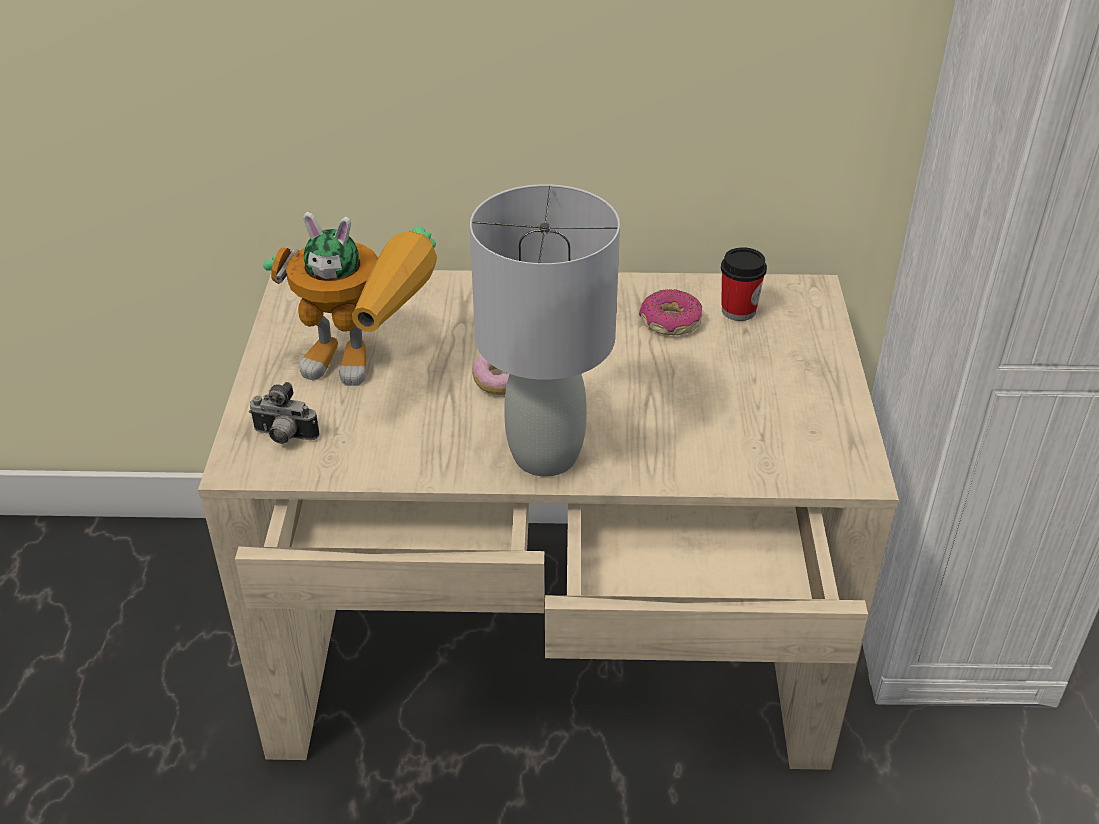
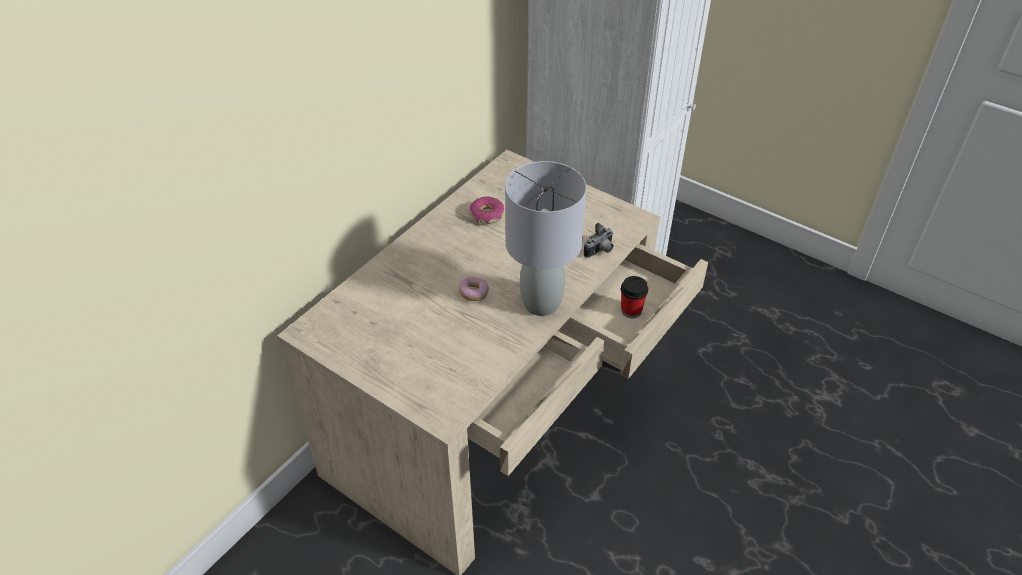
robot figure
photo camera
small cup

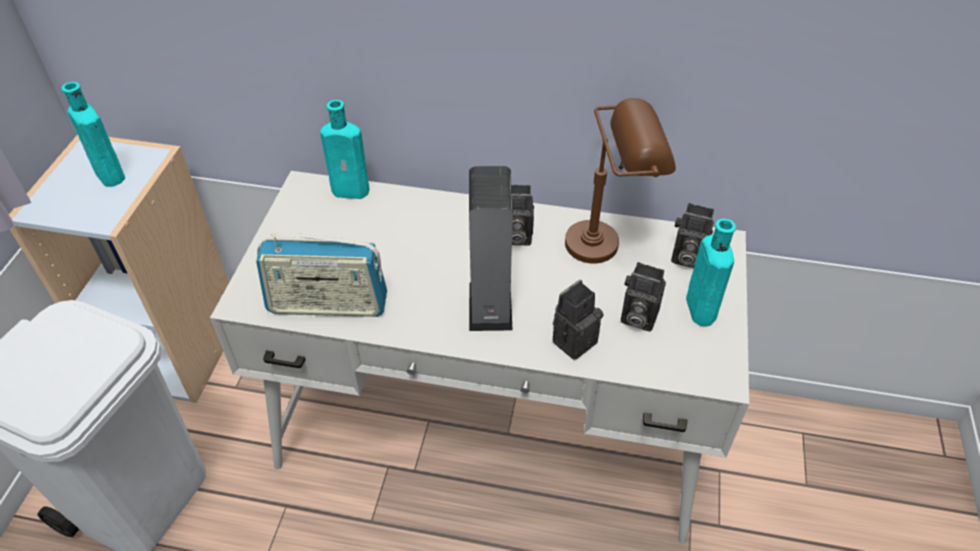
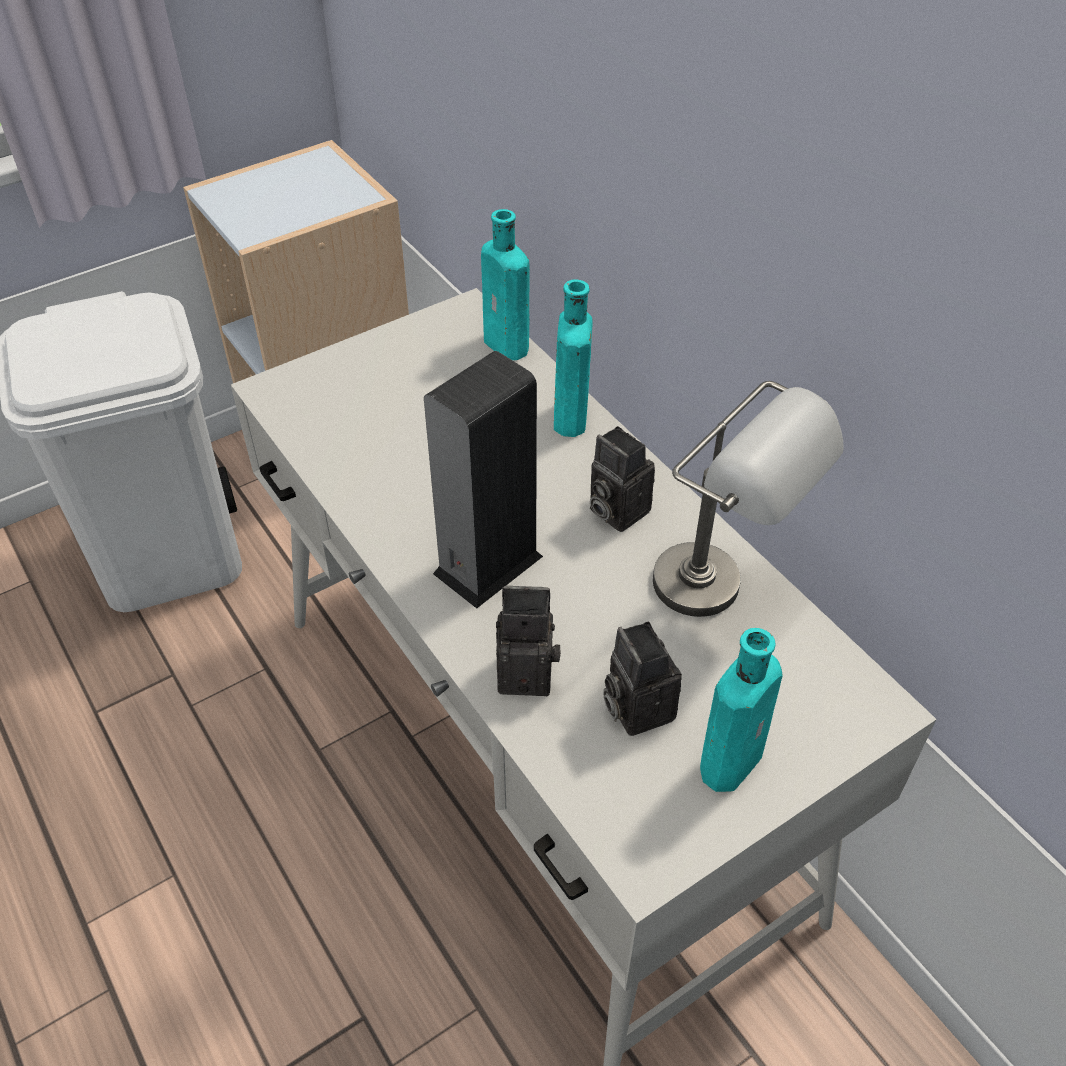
radio receiver
photo camera (4th from left in the first image)
turquoise-coloured drink bottle (2nd from left)
grey lamp for a table

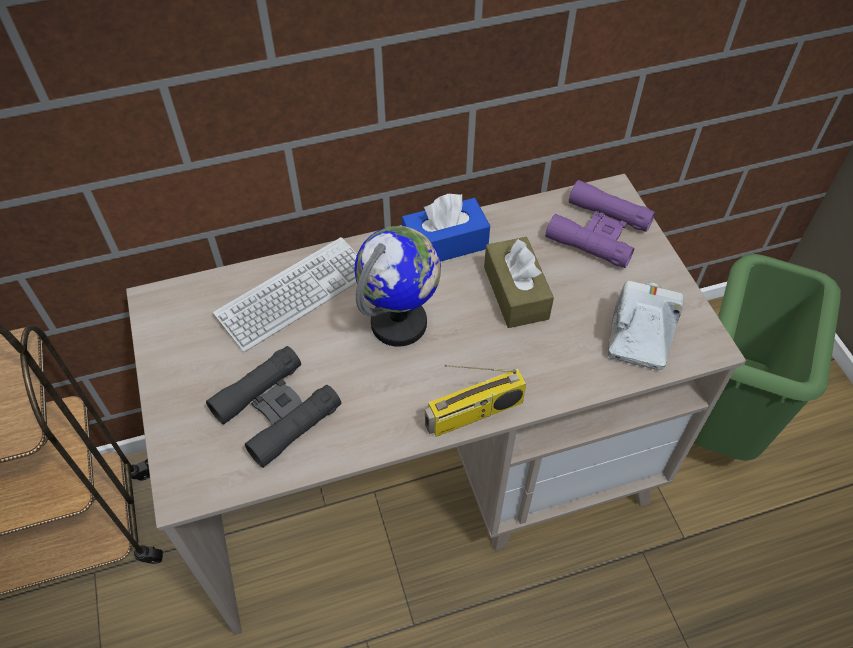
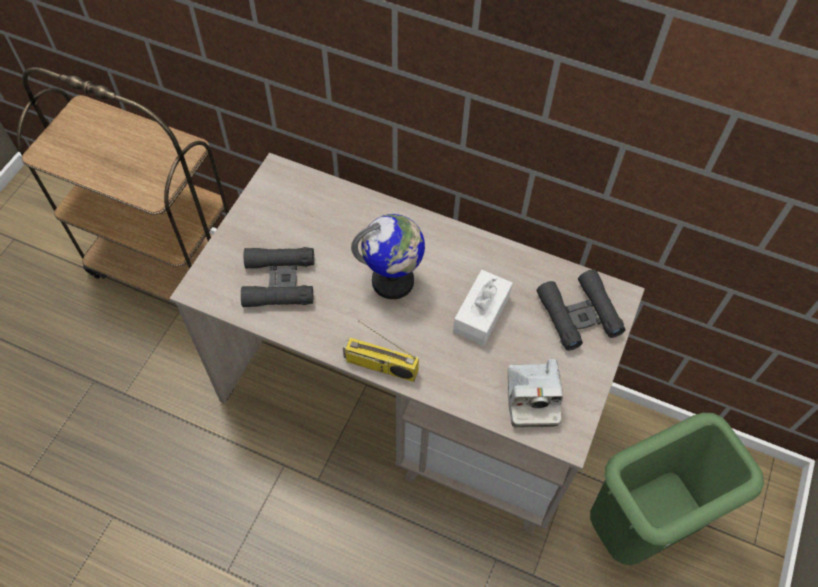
keyboard
blue-coloured box of tissues
white-coloured box of tissues
black pair of binoculars (2nd from left)
photo camera

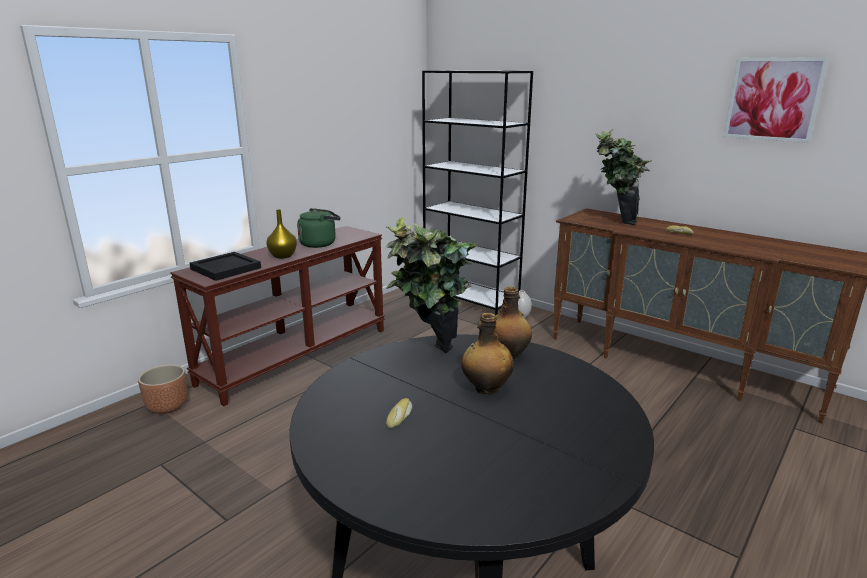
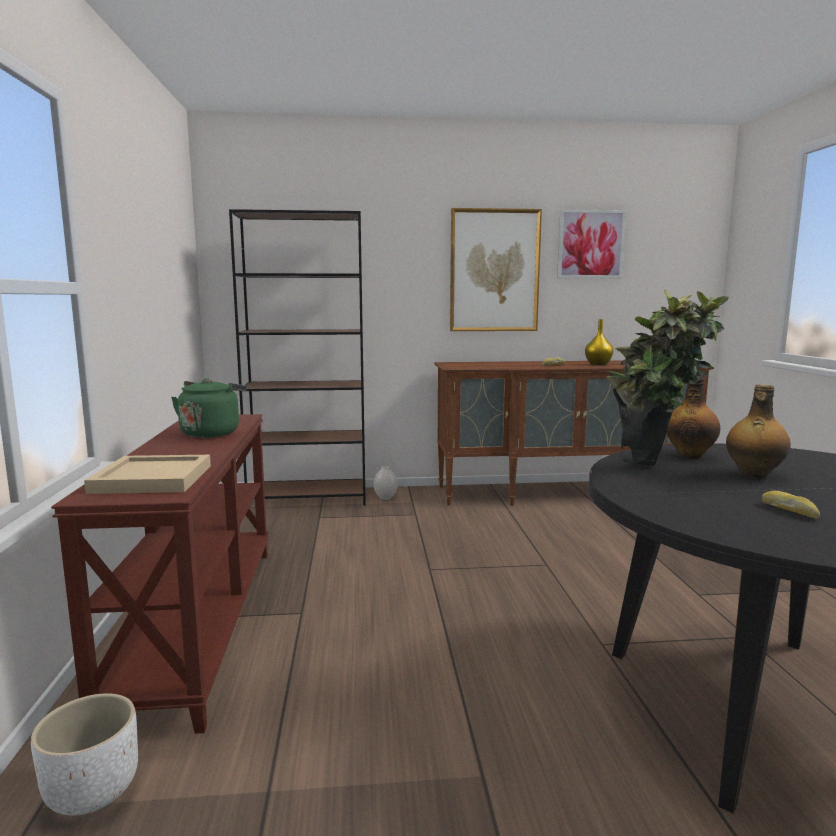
houseplant (2nd from left in the first image)
wall art (1st from left)
yellow-coloured decorative vase
white-coloured plant pot
sand-coloured carrying tray
brown-coloured shelving unit

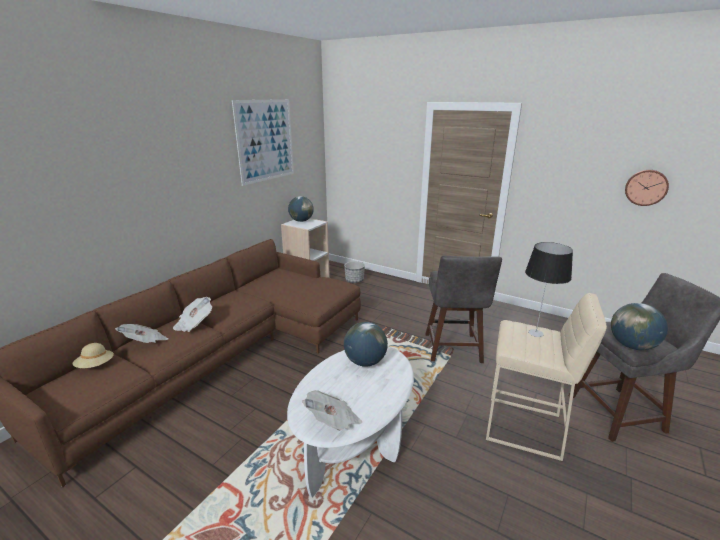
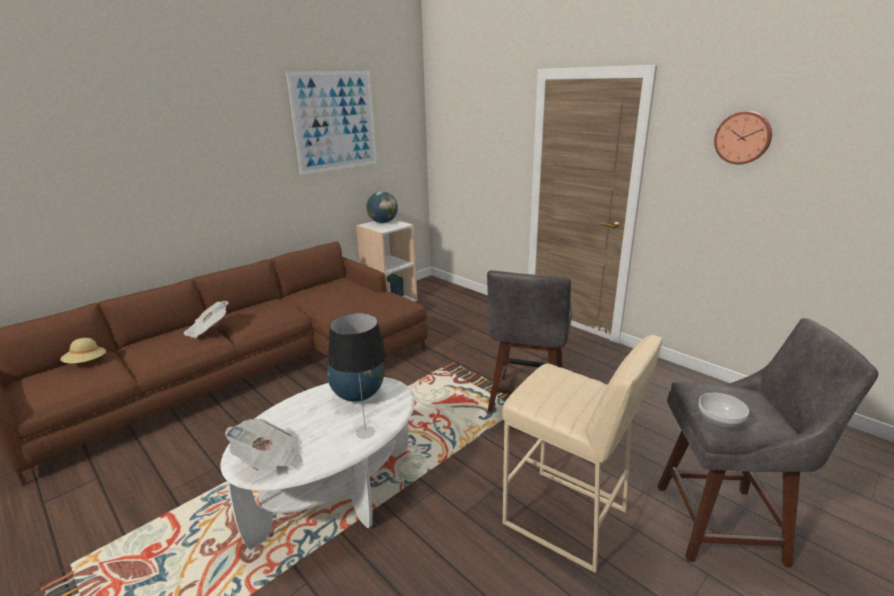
daily paper (1st from left in the first image)
plant pot
lamp for a table
clock on the wall
bowl

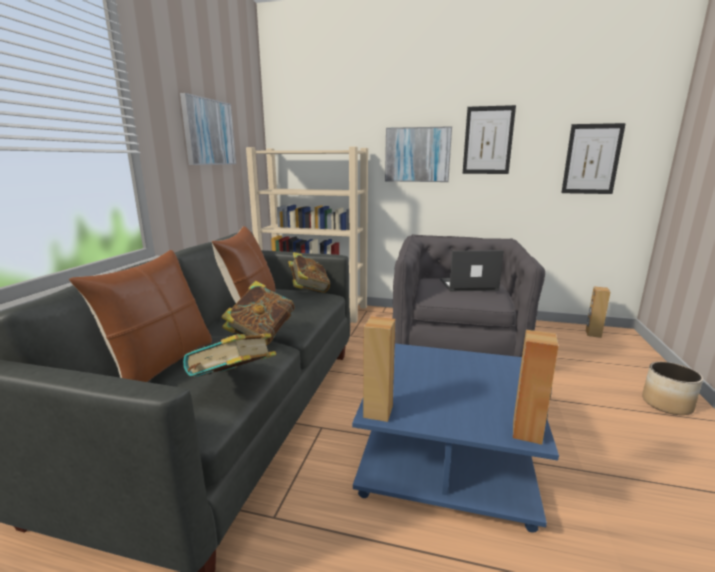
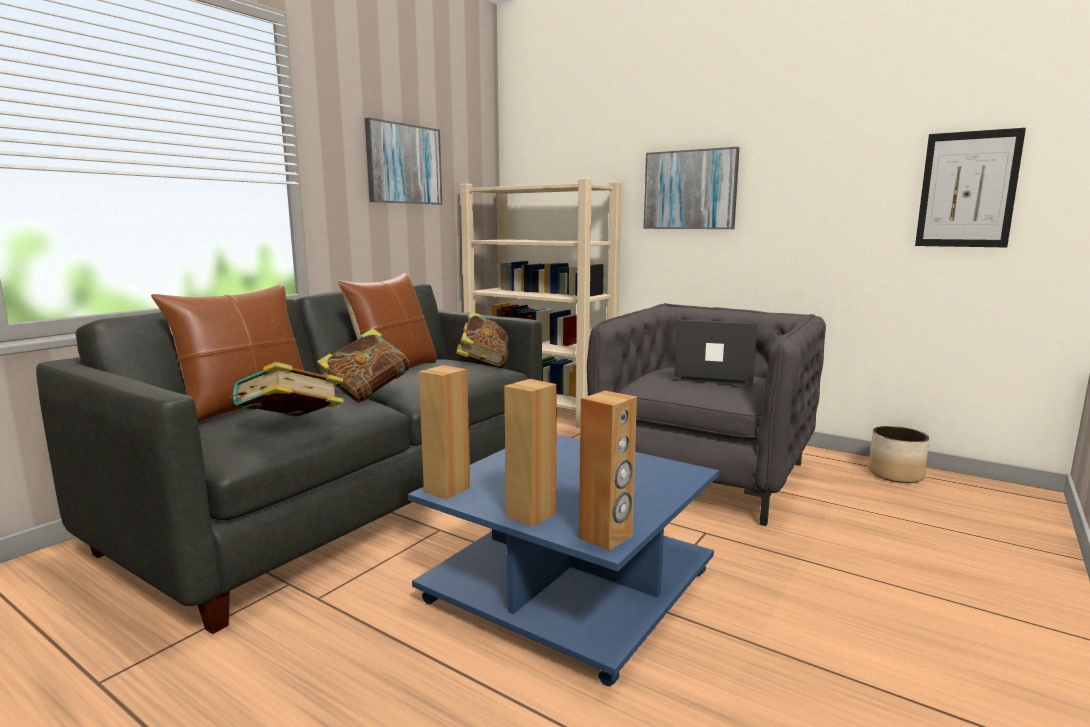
wall art (3rd from left in the first image)
brown-coloured loudspeaker (2nd from left)
plant pot

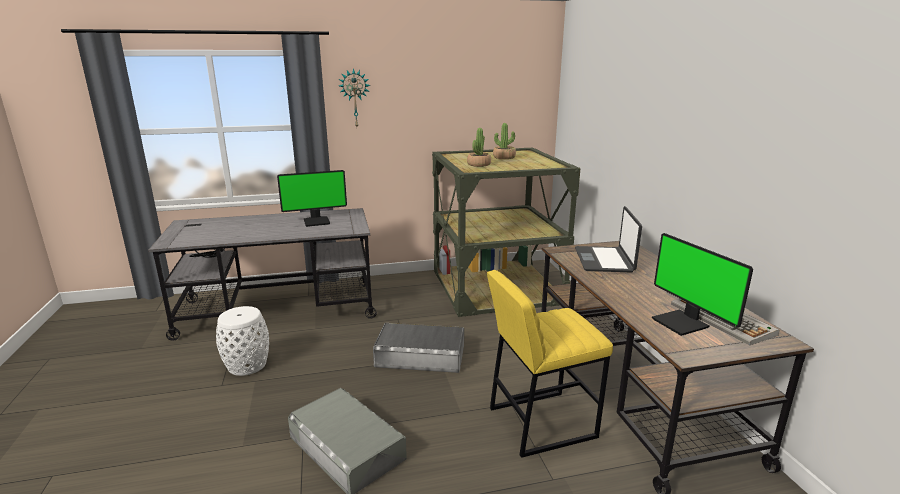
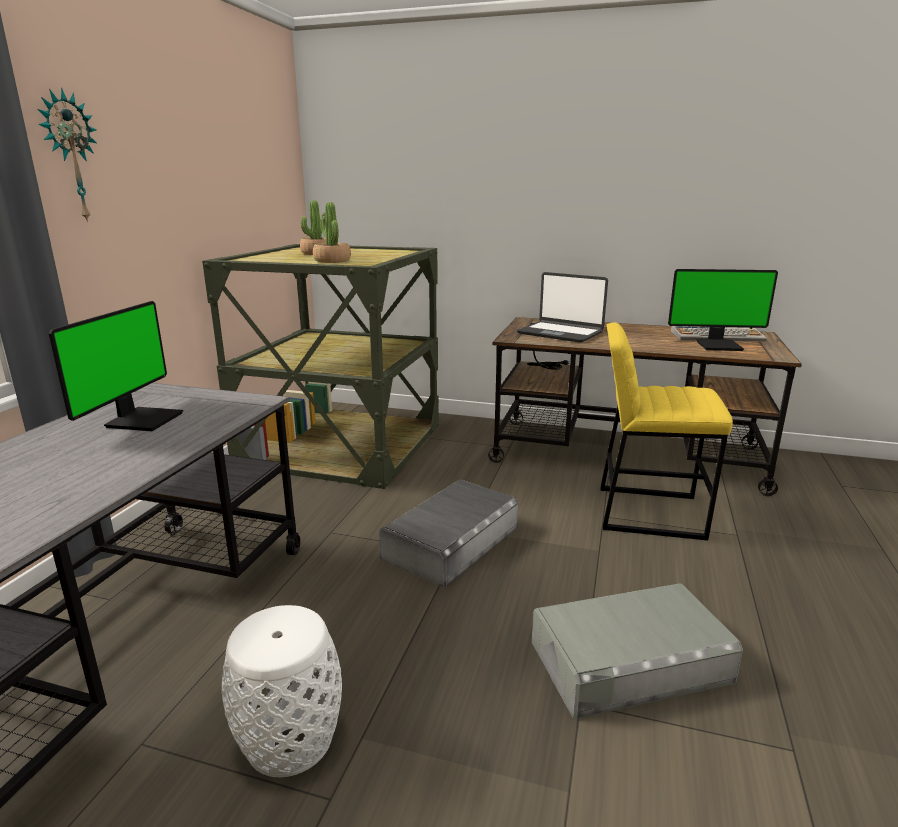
yellow-coloured plain chair

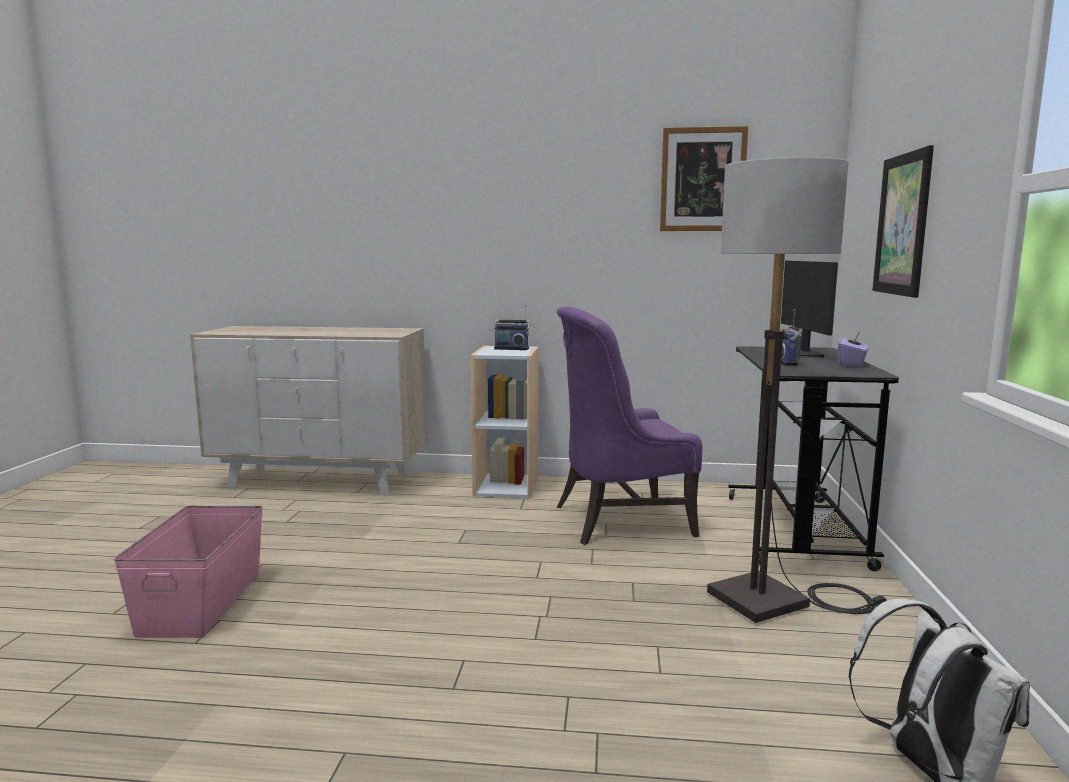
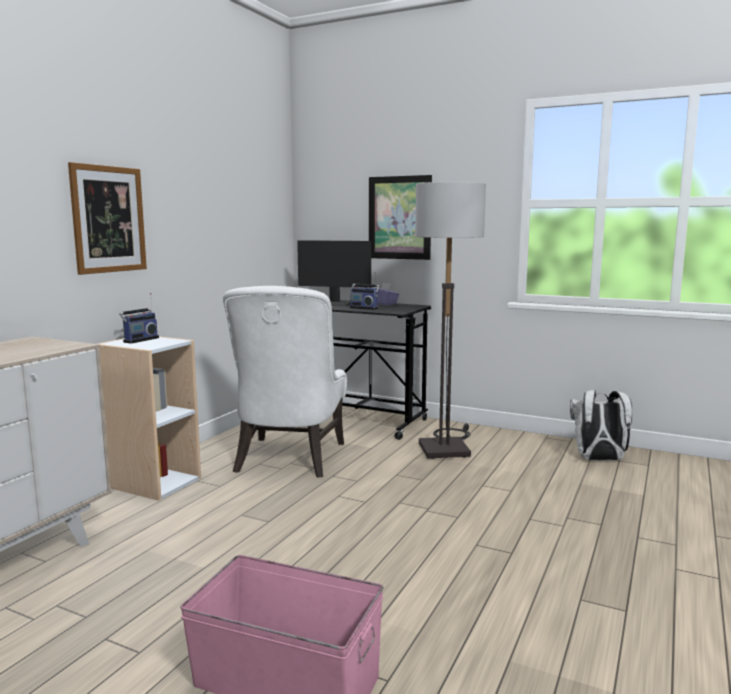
wall art (1st from left)
white-coloured plain chair

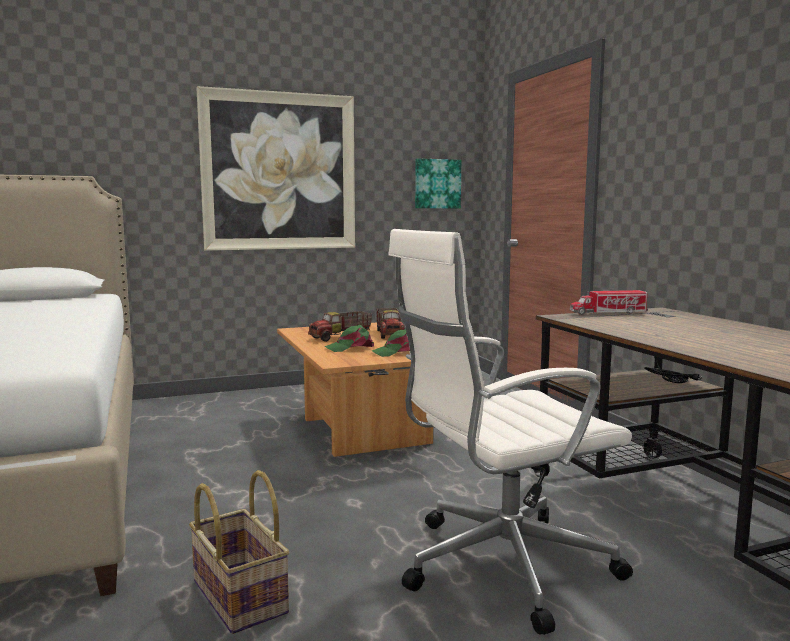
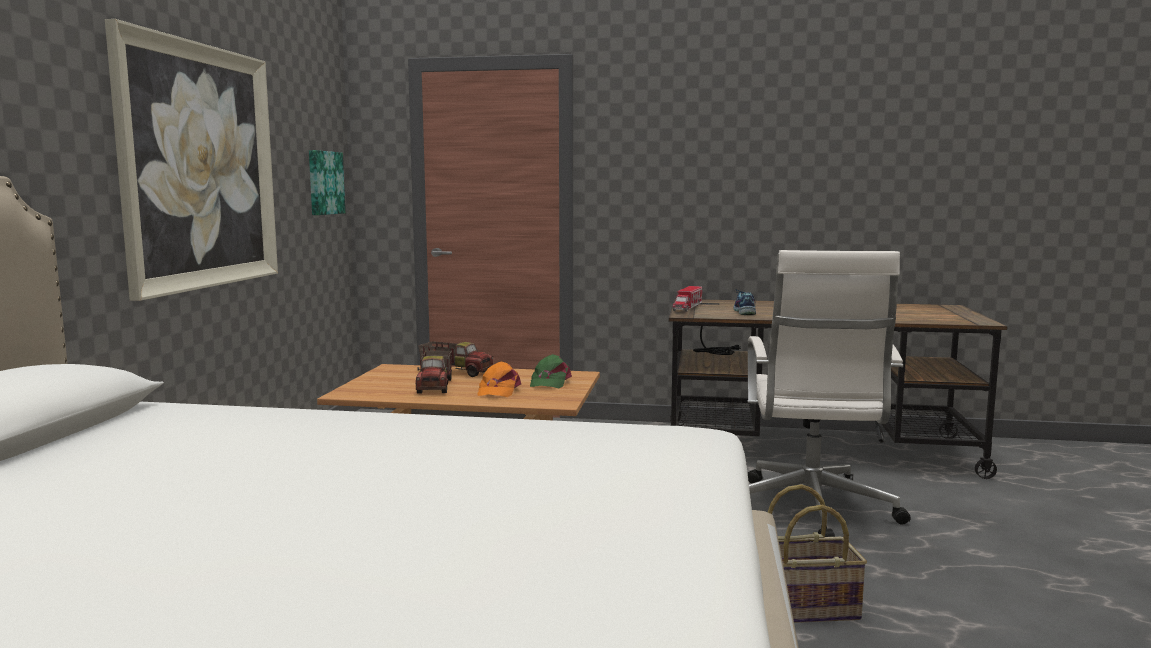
item of footwear
orange peaked cap

